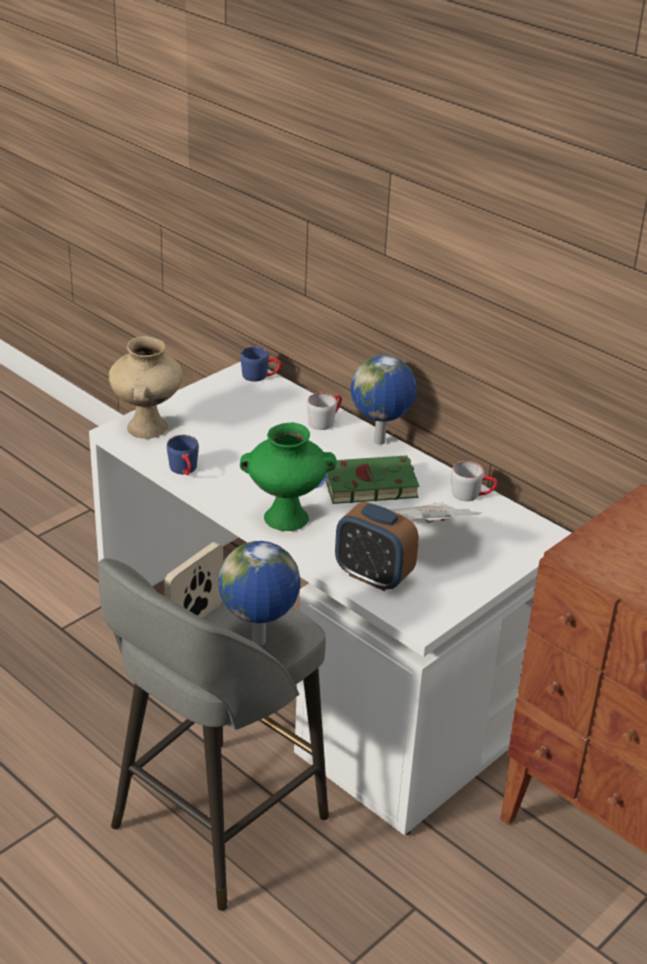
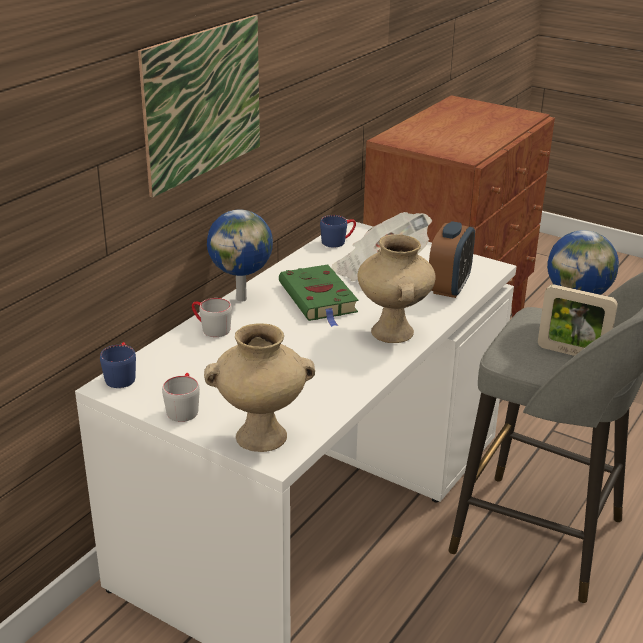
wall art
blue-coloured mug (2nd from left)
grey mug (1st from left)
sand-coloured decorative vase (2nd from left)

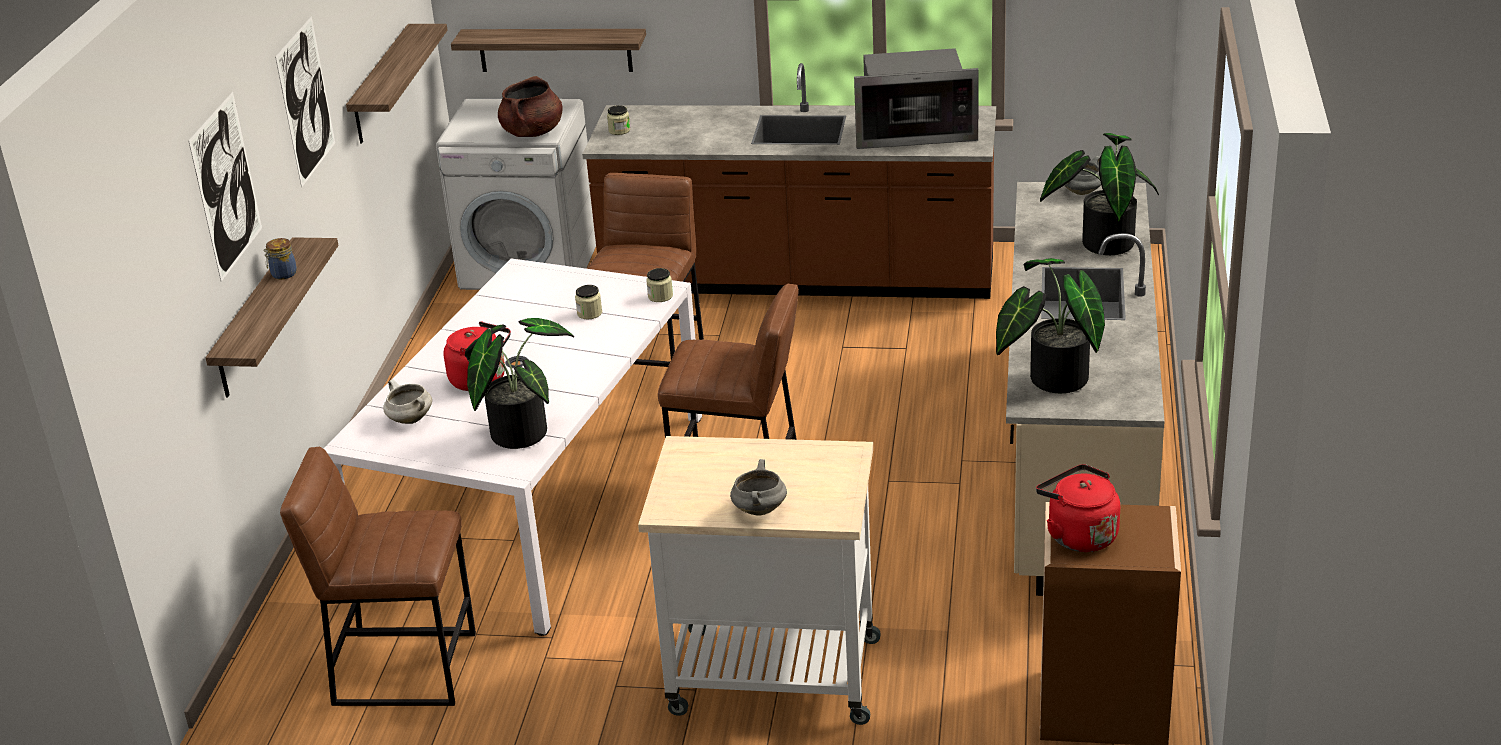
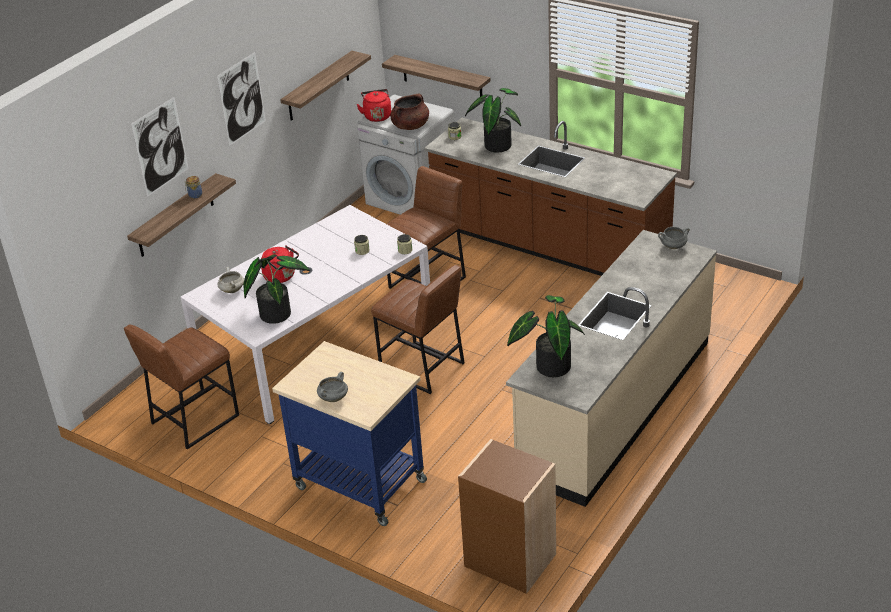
kitchen microwave
red tea kettle (2nd from left)
houseplant (2nd from left)
blue-coloured trolley
brown-coloured plain chair (1st from left)

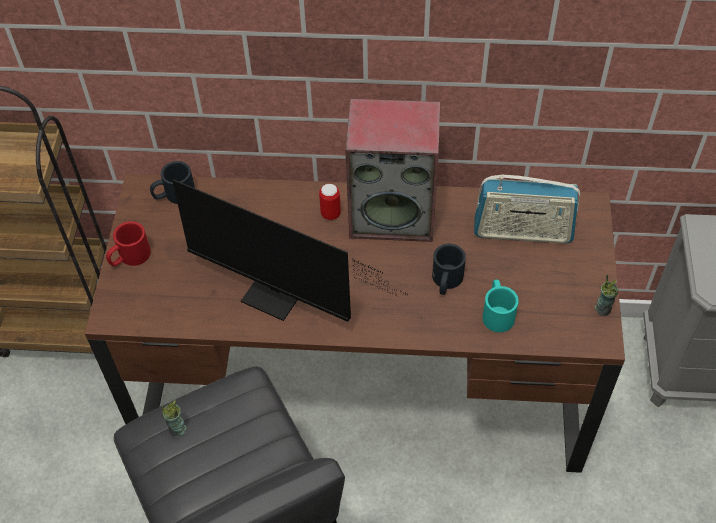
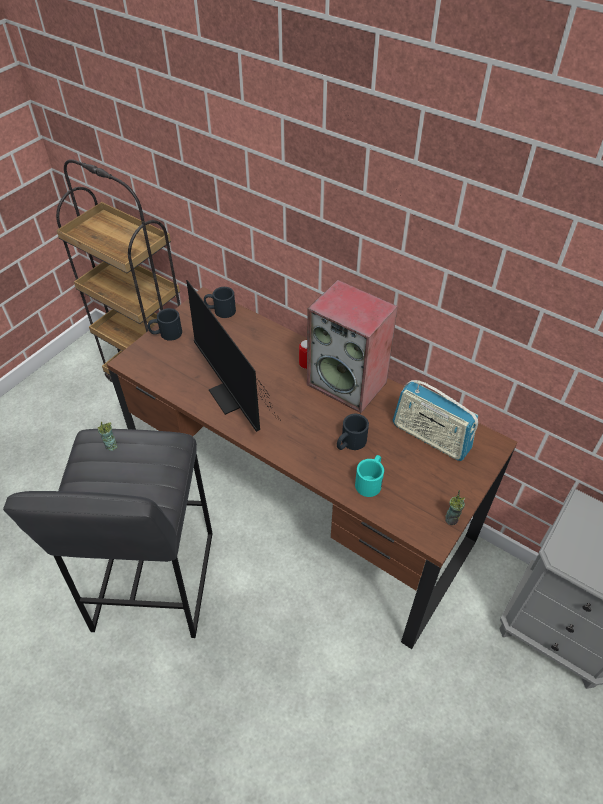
black mug (1st from left)

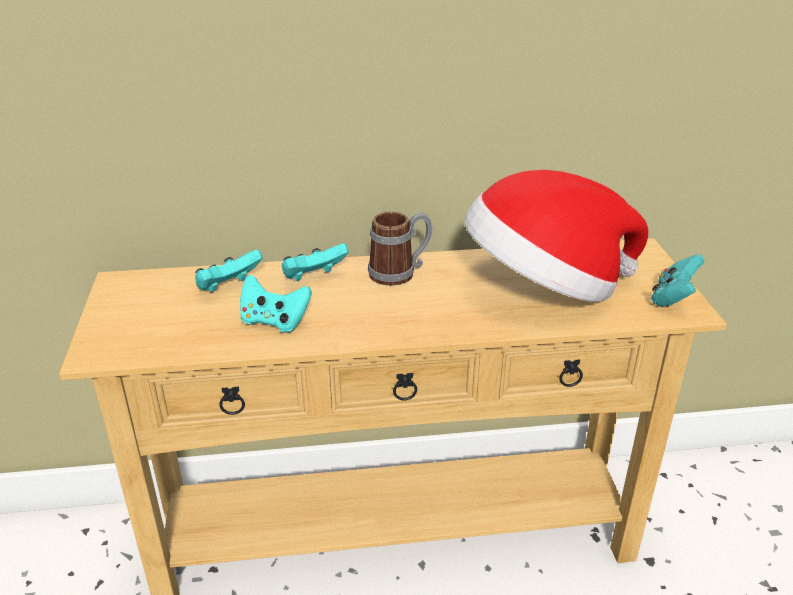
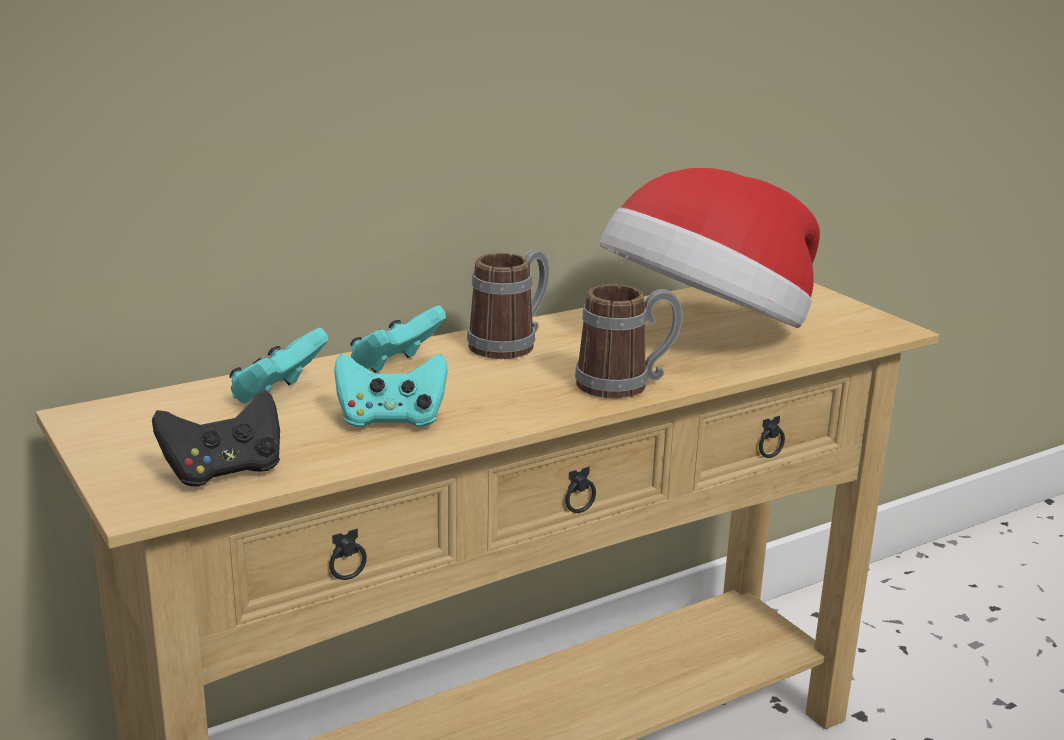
turquoise-coloured joypad (4th from left in the first image)
black joypad
mug (2nd from left)

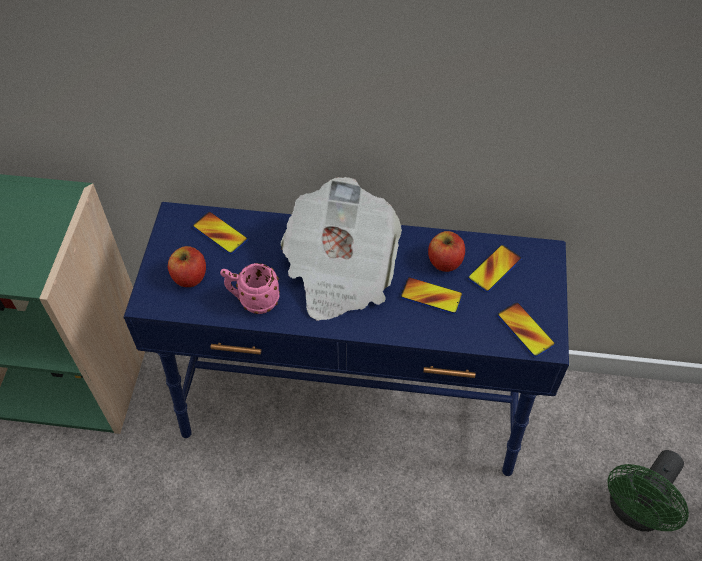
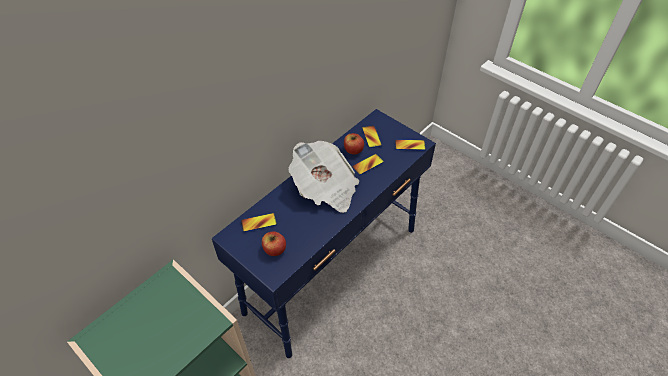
pink-coloured mug
green electric fan

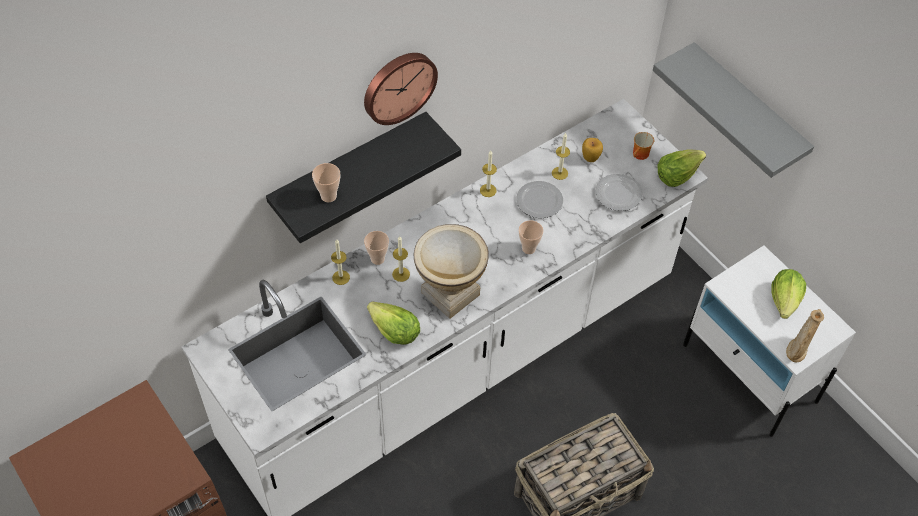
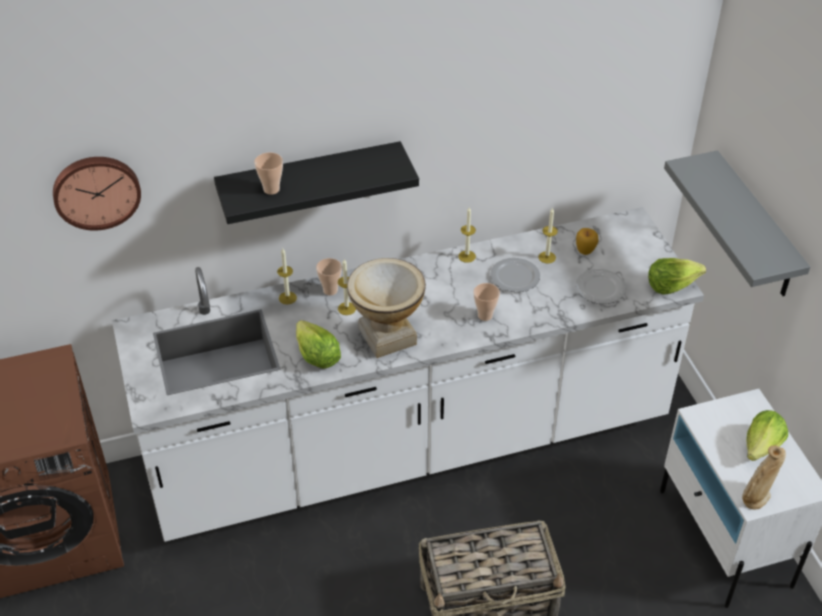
mug
clock on the wall

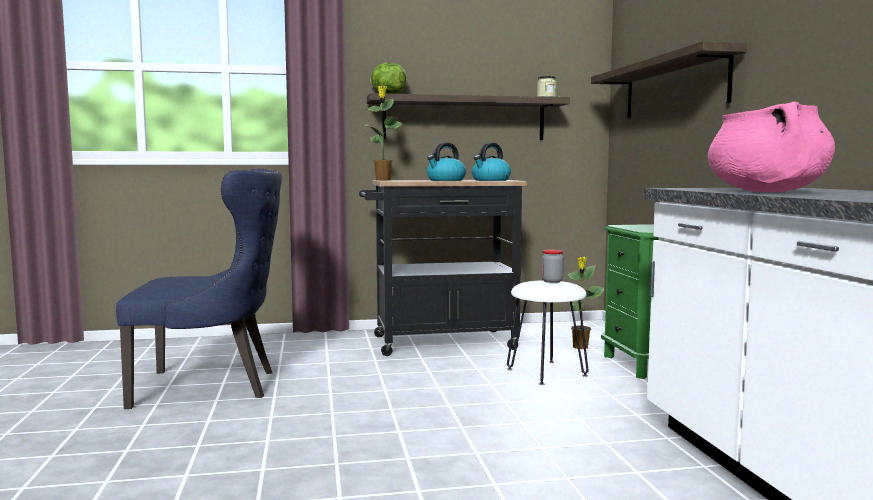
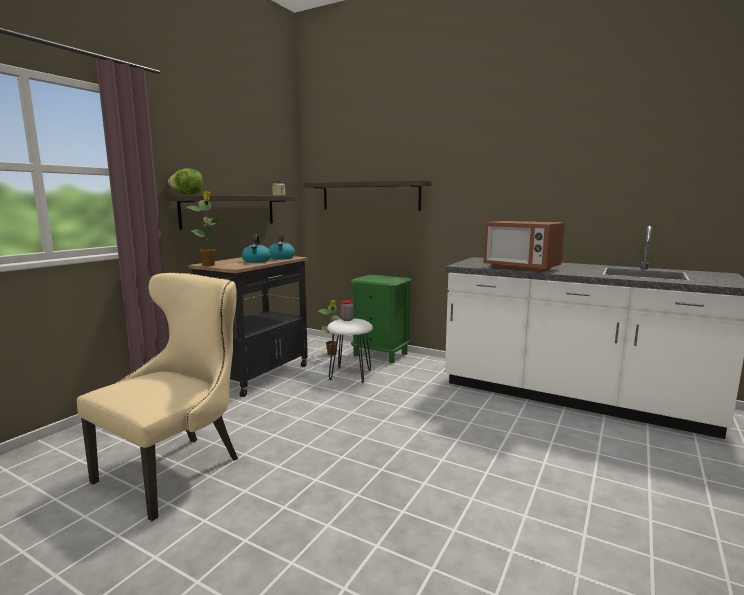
kitchen microwave
sand-coloured plain chair

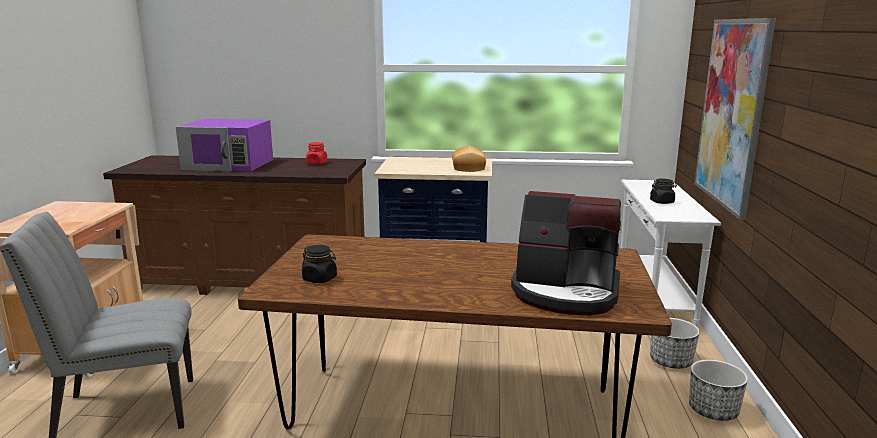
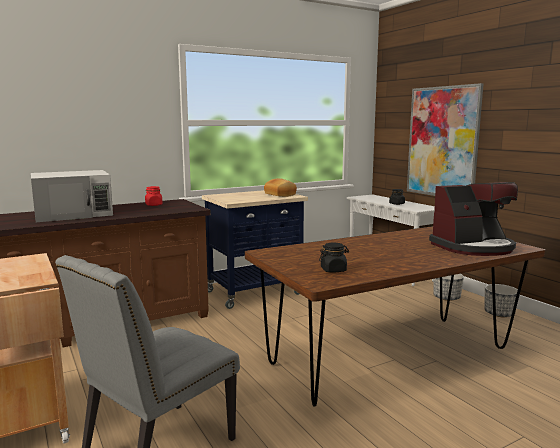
white-coloured kitchen microwave

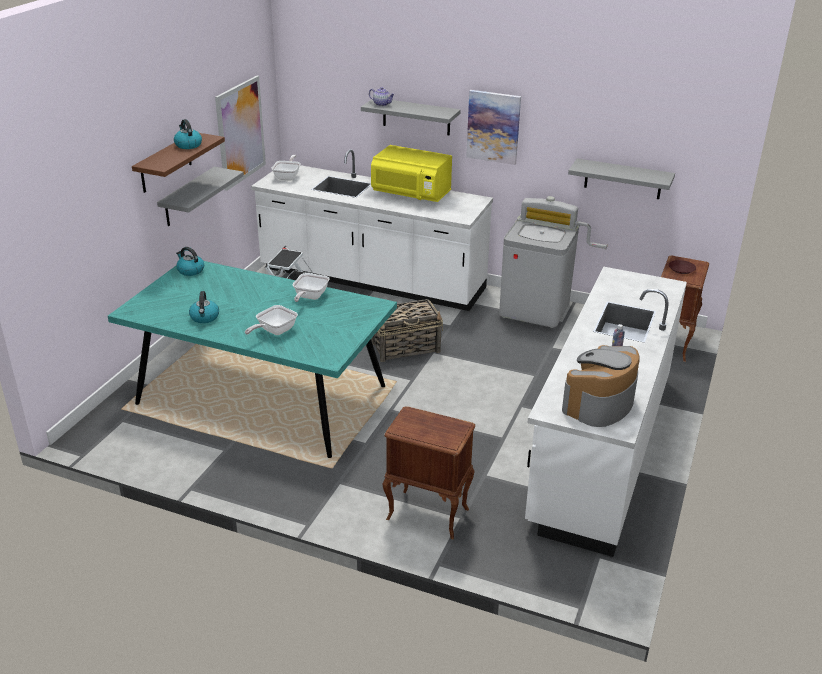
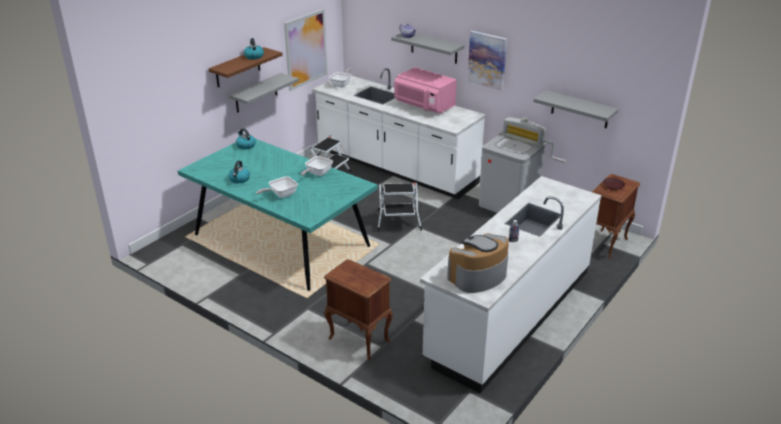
stepladder (2nd from left)
pink-coloured kitchen microwave

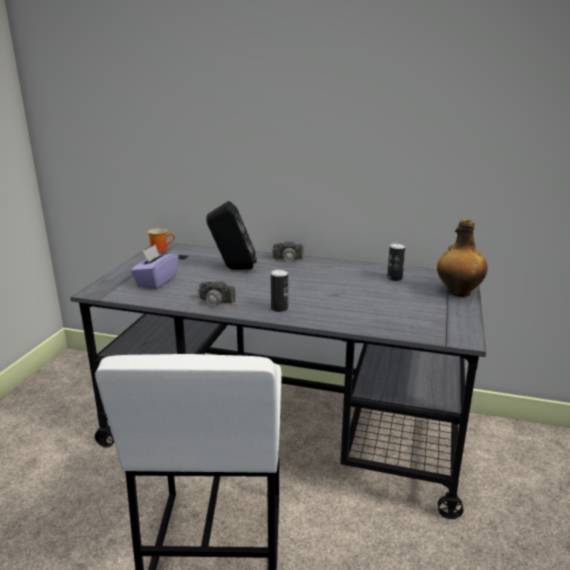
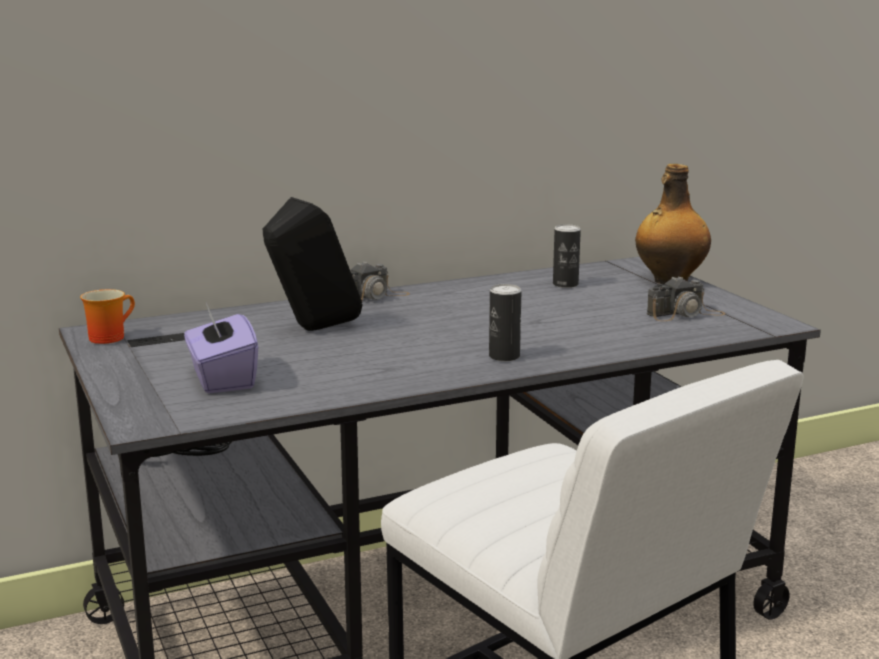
photo camera (2nd from left)

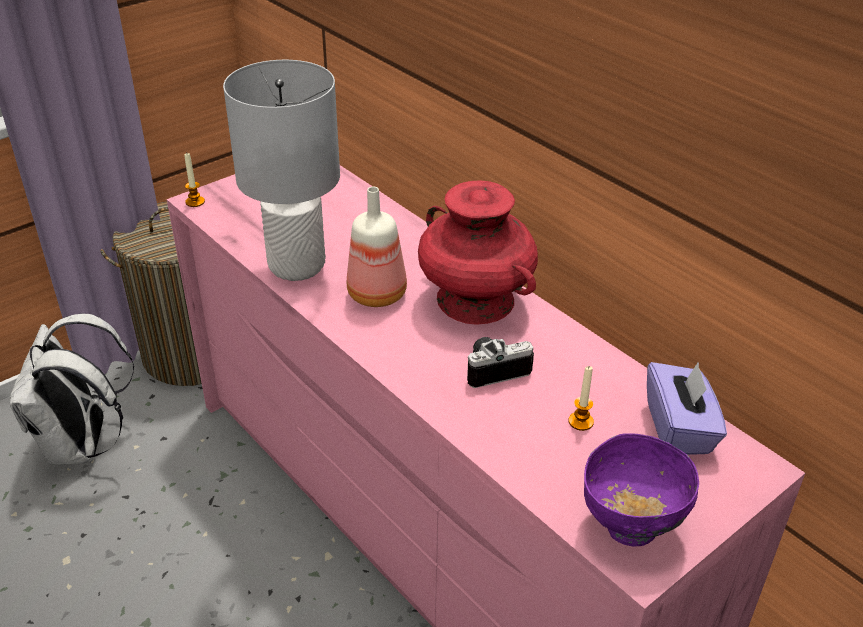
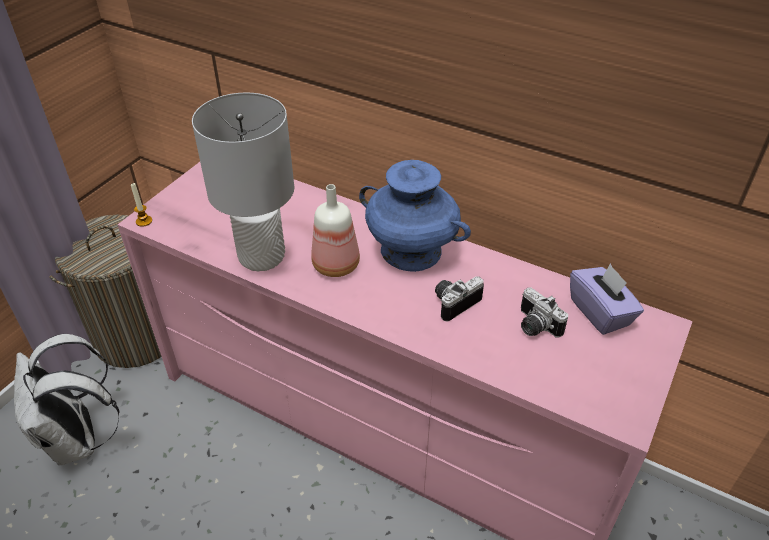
purple-coloured bowl
photo camera (2nd from left)
blue-coloured decorative vase

